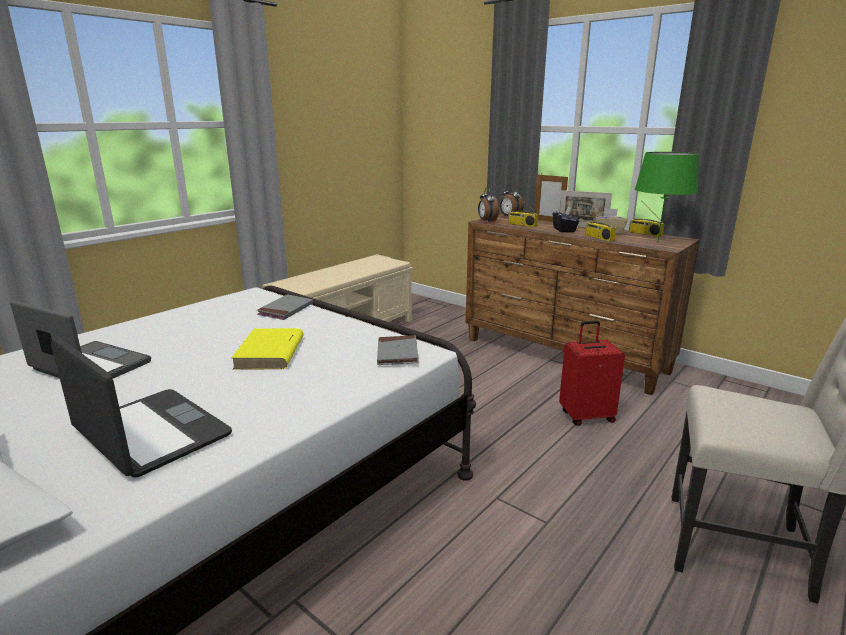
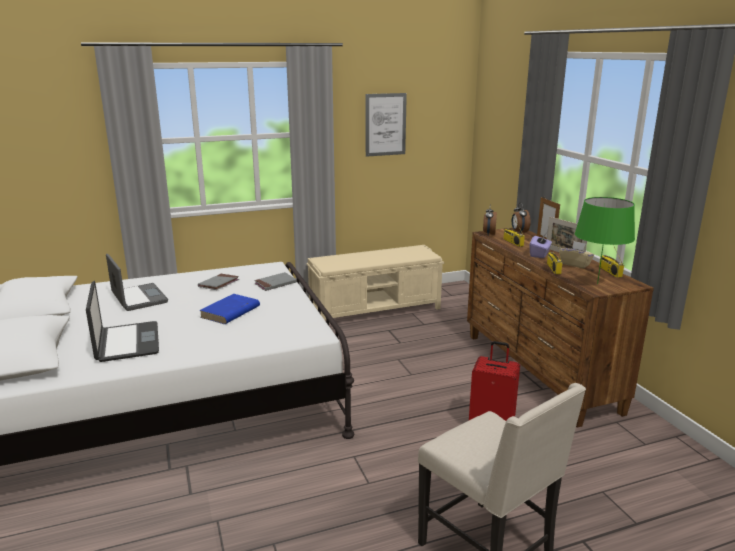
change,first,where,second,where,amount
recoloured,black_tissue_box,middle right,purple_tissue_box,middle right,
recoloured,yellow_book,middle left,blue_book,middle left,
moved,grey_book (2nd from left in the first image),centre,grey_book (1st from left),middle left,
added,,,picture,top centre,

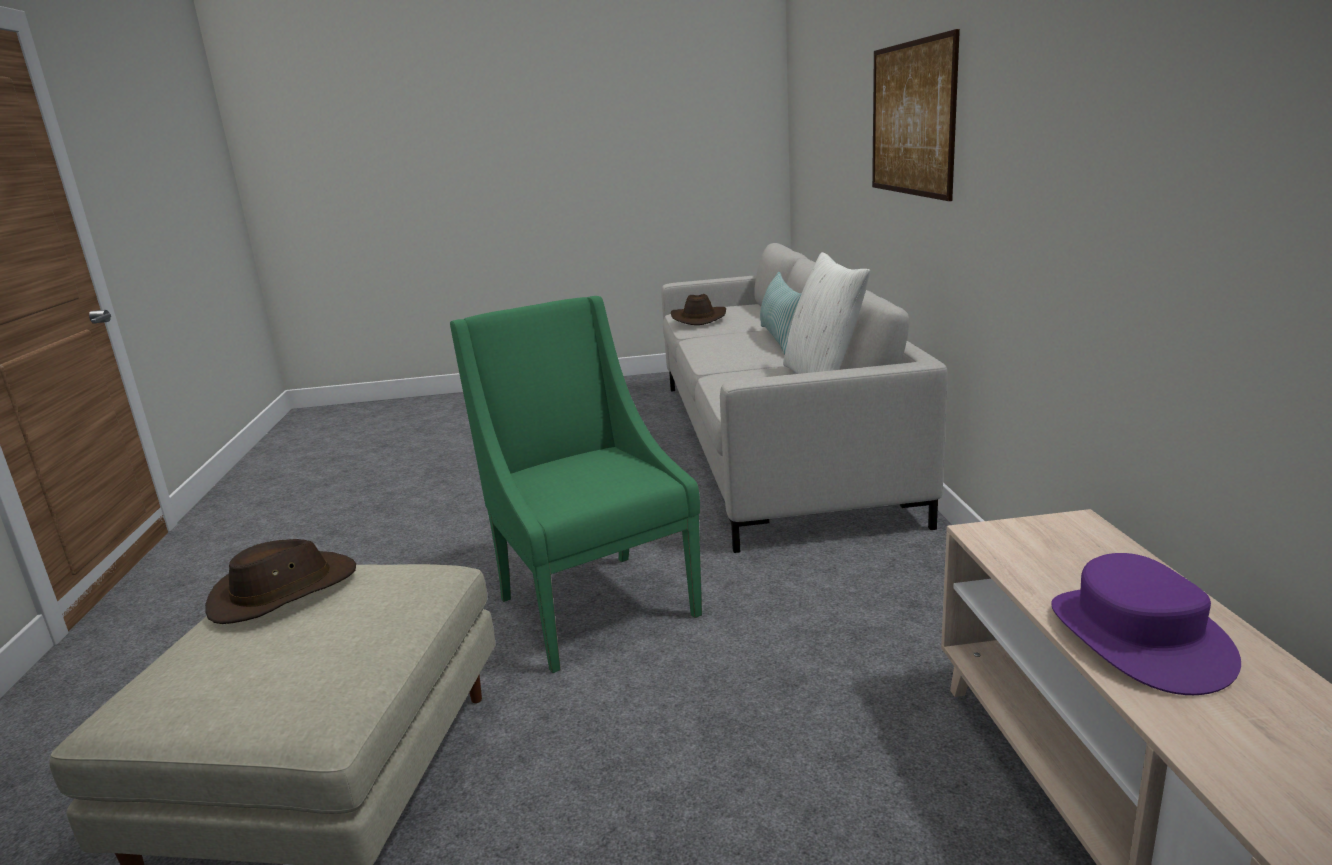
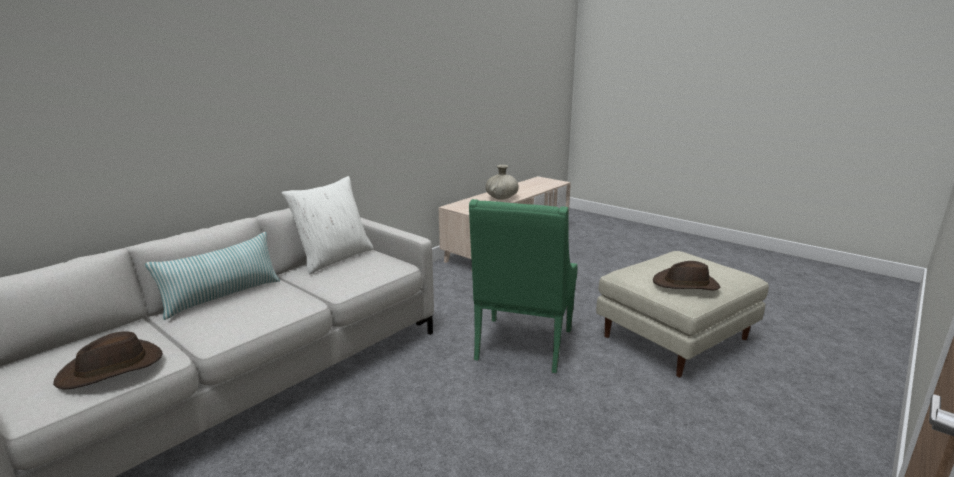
change,first,where,second,where,amount
removed,picture,top right,,,
replaced,purple_hat,bottom right,beige_vase,centre,

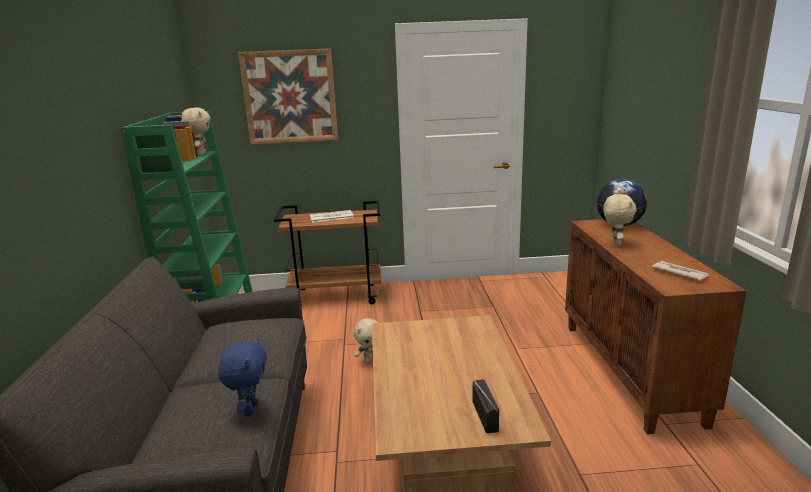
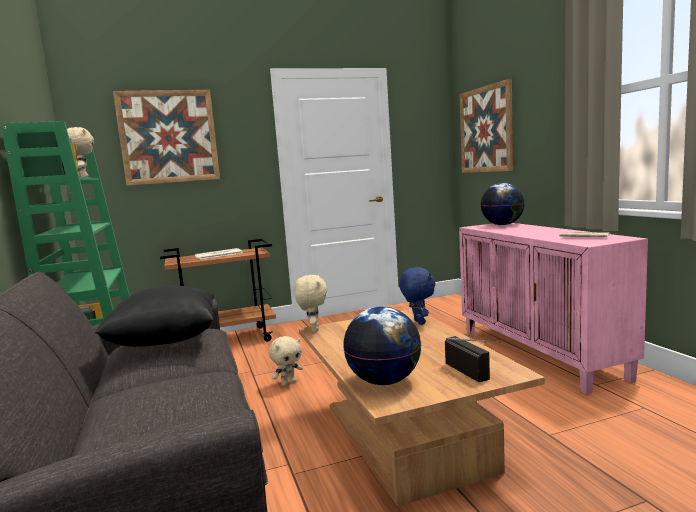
change,first,where,second,where,amount
moved,beige_plush_toy (3rd from left),middle right,,centre,
recoloured,brown_cabinet,middle right,pink_cabinet,middle right,
moved,blue_plush_toy,bottom left,,centre,
added,,,picture (2nd from left),top right,
added,,,black_pillow,middle left,
added,,,globe (1st from left),bottom centre,

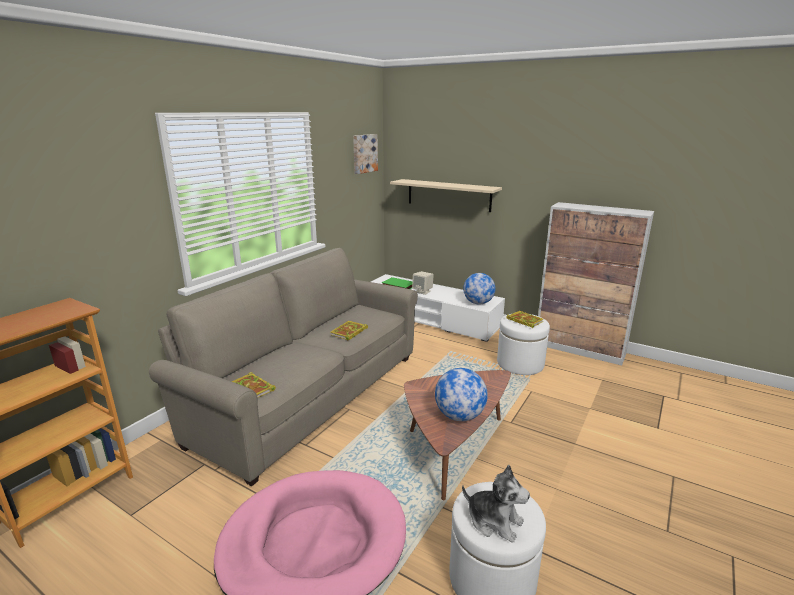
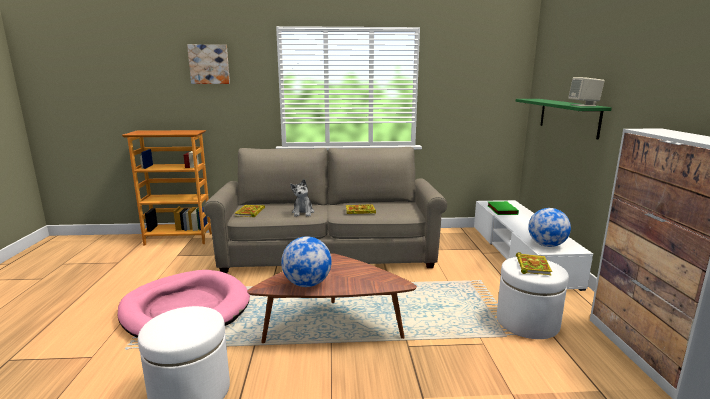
change,first,where,second,where,amount
moved,picture,top centre,,top left,
recoloured,beige_shelf,top centre,green_shelf,top right,
moved,beige_speaker,centre,,top right,
moved,plush_toy,bottom centre,,centre,

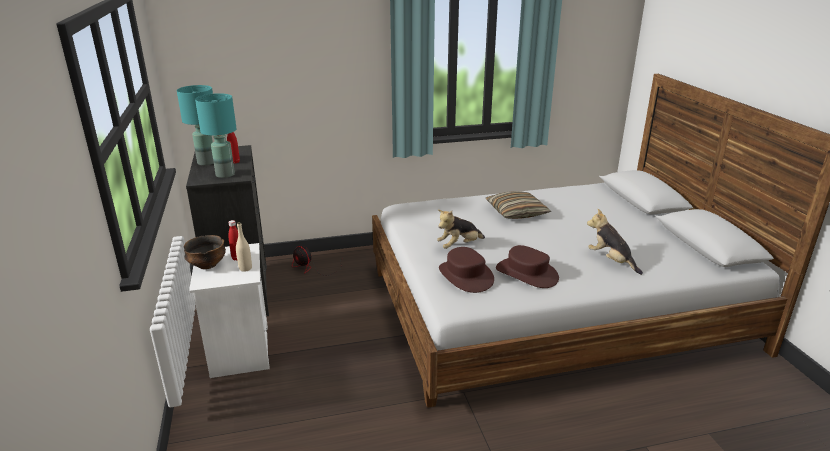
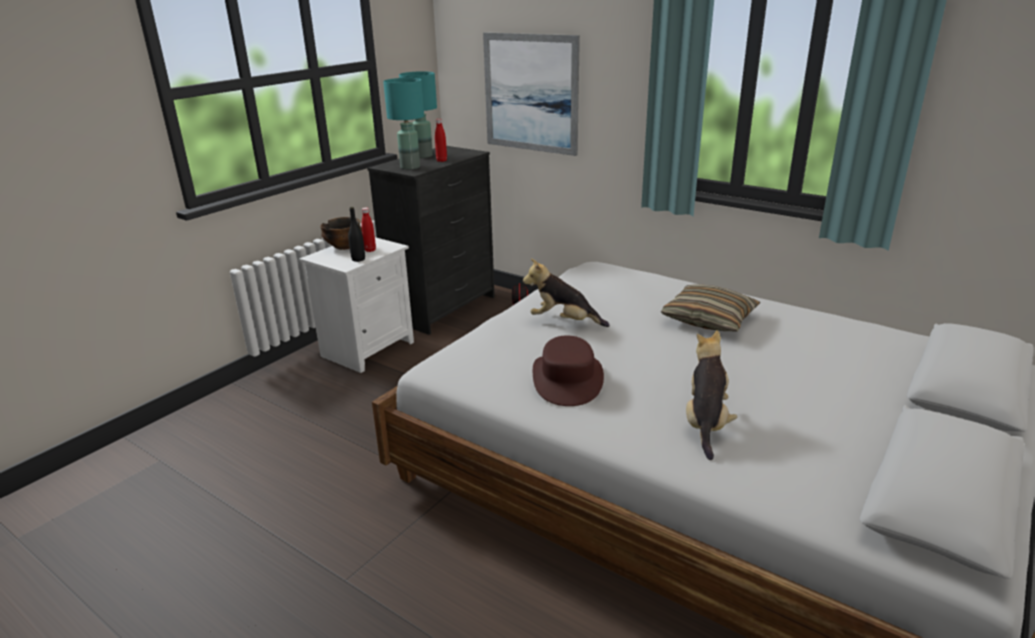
change,first,where,second,where,amount
recoloured,beige_bottle,middle left,black_bottle,centre,
removed,brown_hat (1st from left),centre,,,
added,,,picture,top centre,

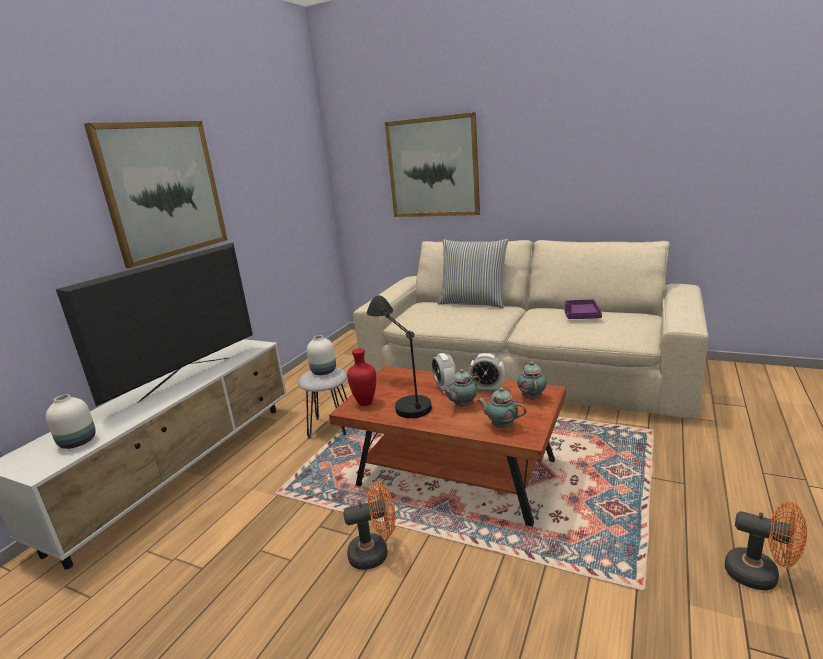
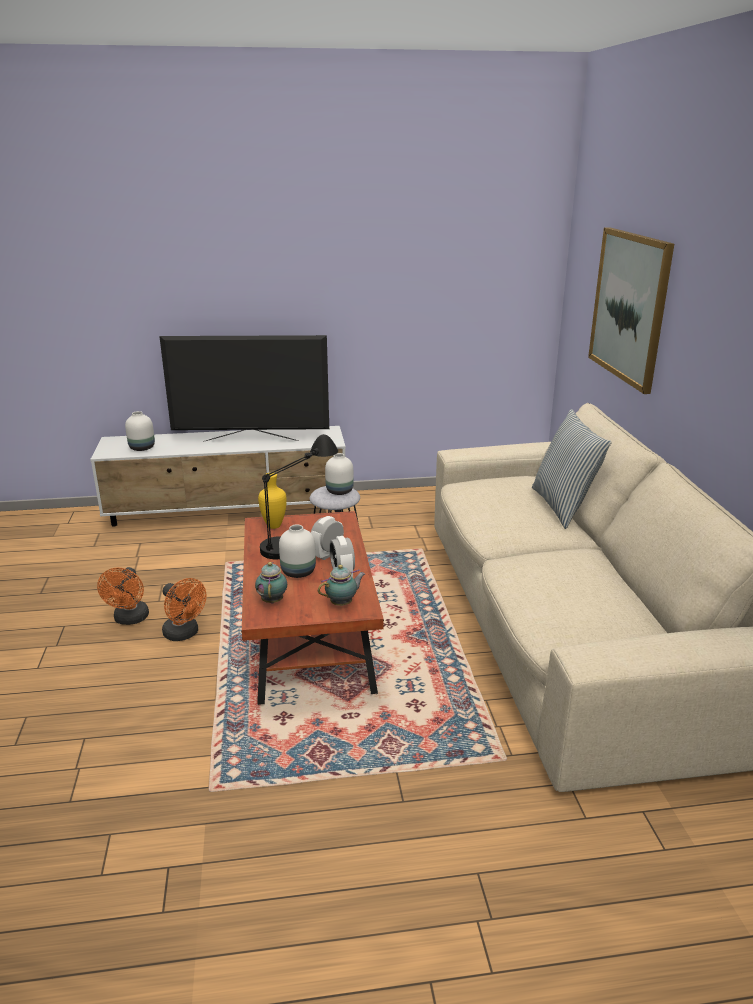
change,first,where,second,where,amount
removed,picture (1st from left),top left,,,
removed,purple_tray,middle right,,,
recoloured,red_vase,centre,yellow_vase,centre,
replaced,teapot (1st from left),centre,white_vase (2nd from left),centre,
moved,orange_fan (2nd from left in the first image),bottom right,orange_fan (1st from left),middle left,

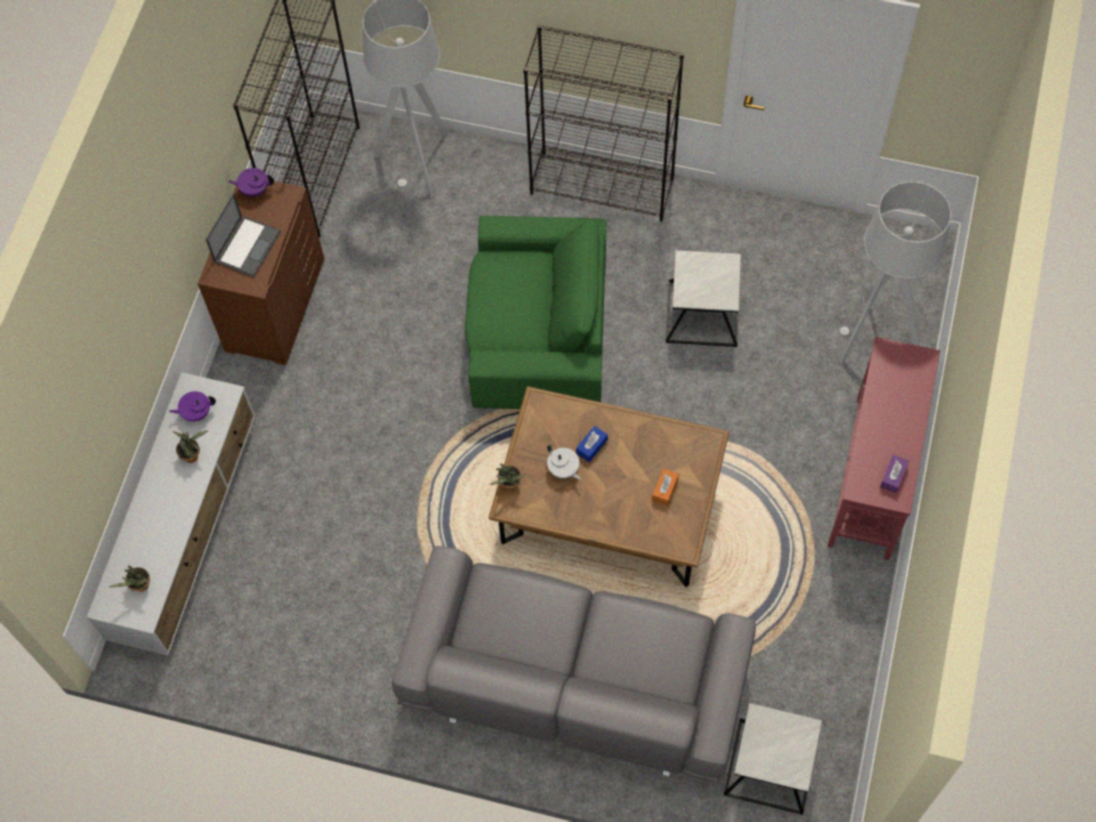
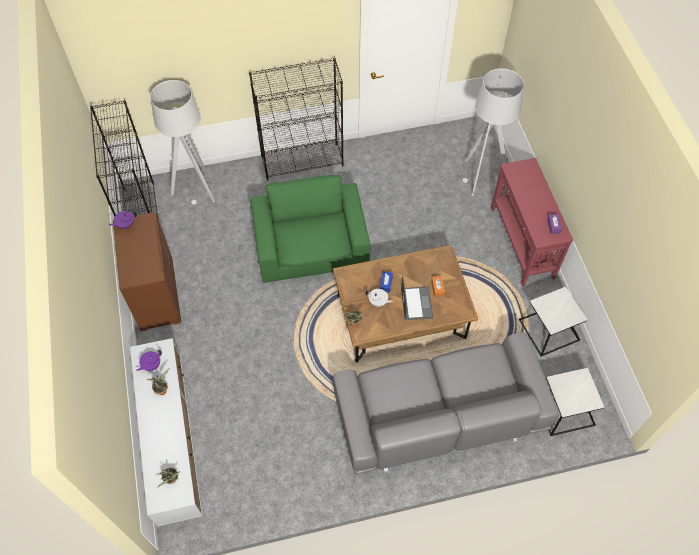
change,first,where,second,where,amount
moved,laptop,top left,,centre,
turned,green_armchair,centre,,centre,75 degrees counterclockwise
moved,side_table (1st from left),centre,,middle right,

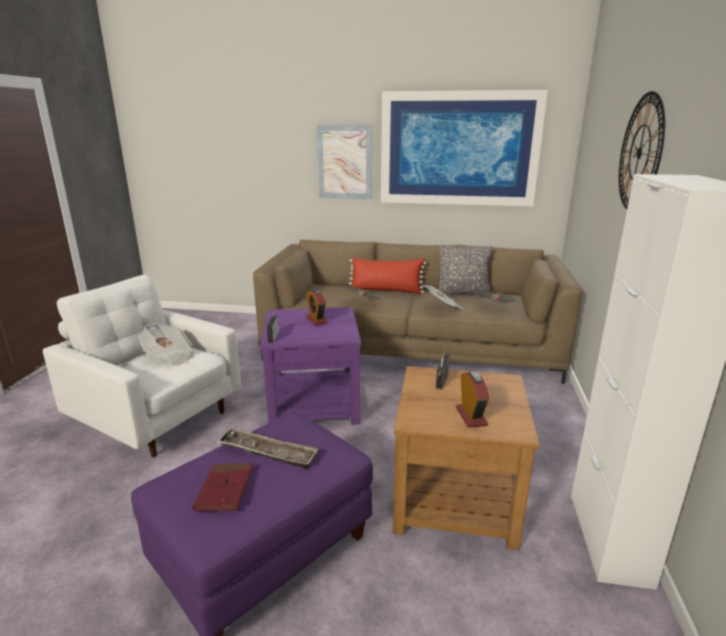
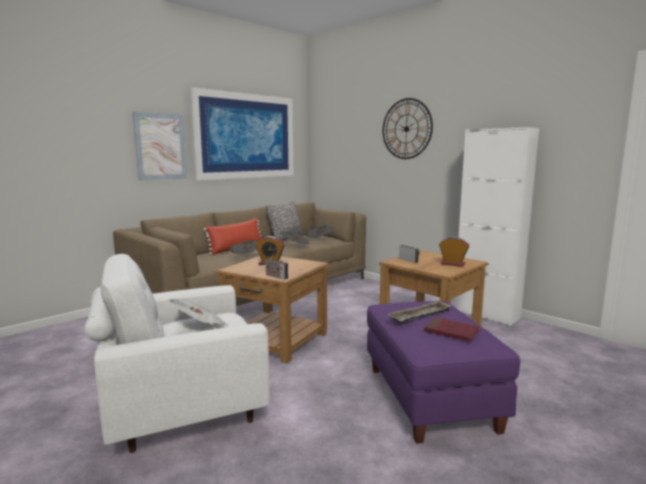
change,first,where,second,where,amount
recoloured,purple_side_table,centre,brown_side_table (1st from left),centre,

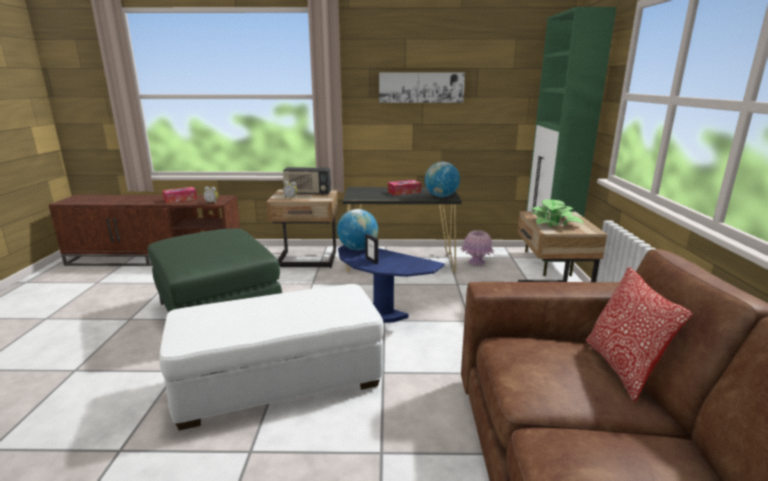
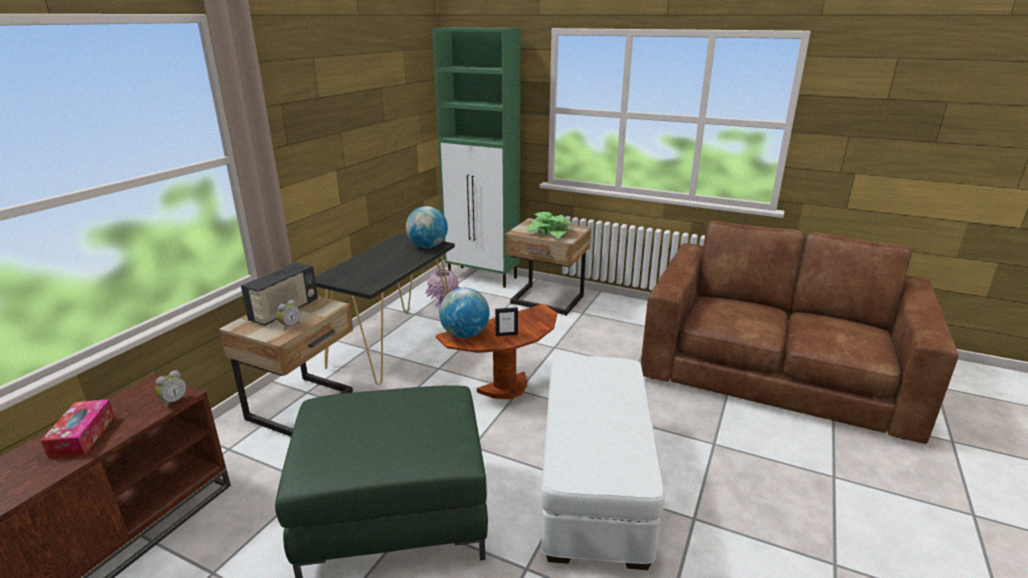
change,first,where,second,where,amount
removed,picture,top centre,,,
removed,tissue_box (2nd from left),centre,,,
recoloured,blue_side_table,centre,brown_side_table,centre,
removed,pillow,bottom right,,,

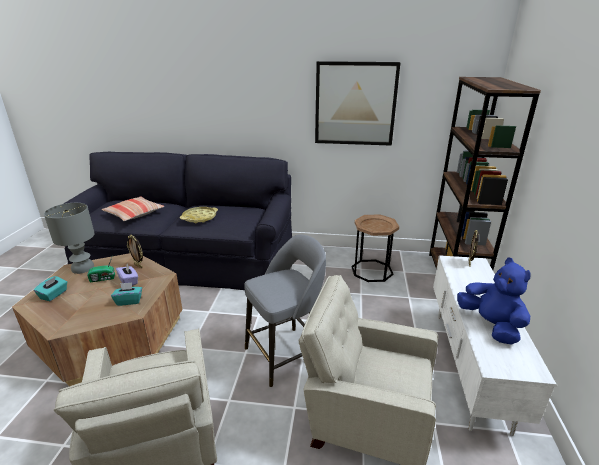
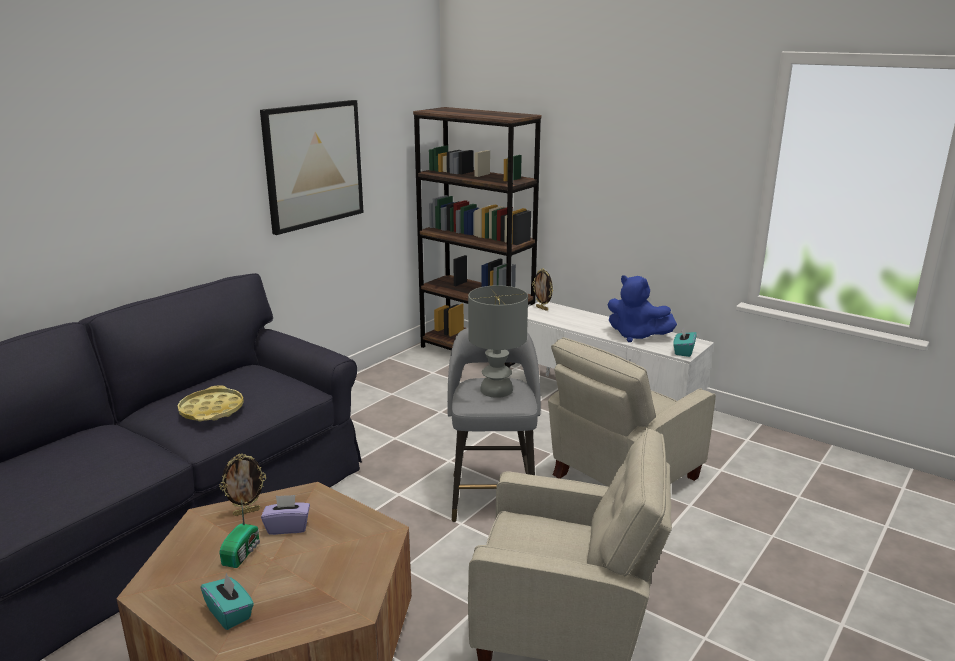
change,first,where,second,where,amount
removed,pillow,middle left,,,
moved,grey_table_lamp,middle left,,centre,
removed,brown_side_table,centre,,,
turned,blue_plush_toy,middle right,,middle right,150 degrees counterclockwise
moved,turquoise_tissue_box (2nd from left),middle left,,middle right,

